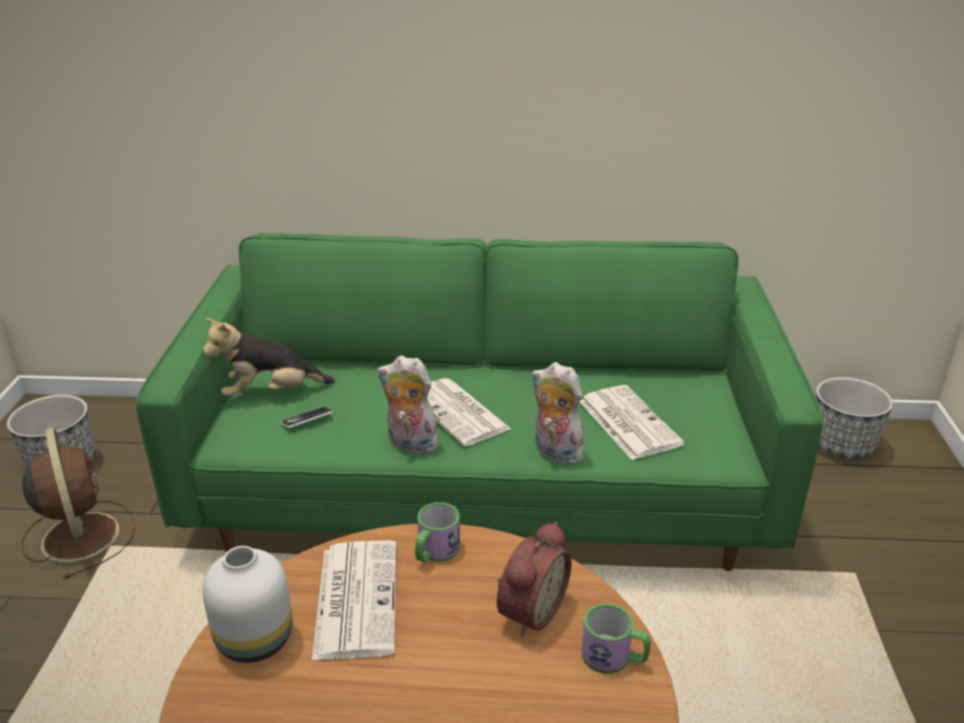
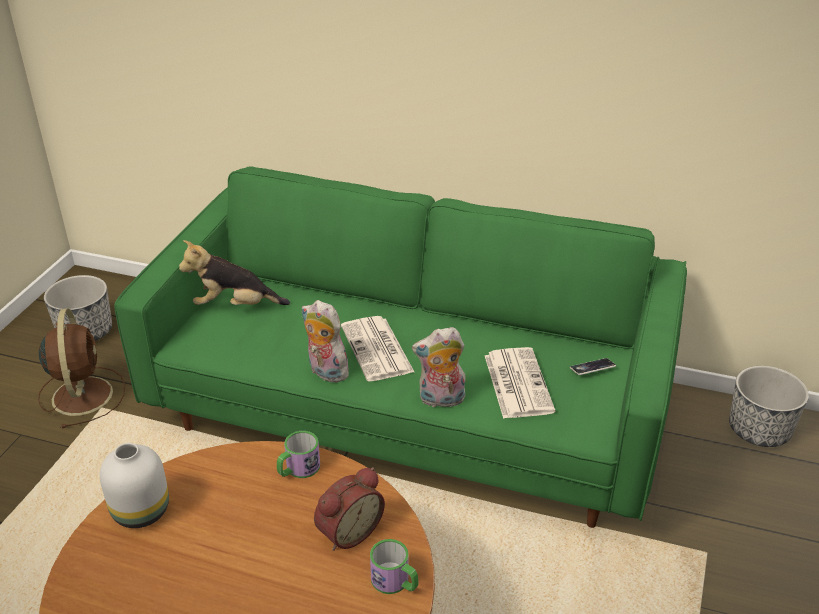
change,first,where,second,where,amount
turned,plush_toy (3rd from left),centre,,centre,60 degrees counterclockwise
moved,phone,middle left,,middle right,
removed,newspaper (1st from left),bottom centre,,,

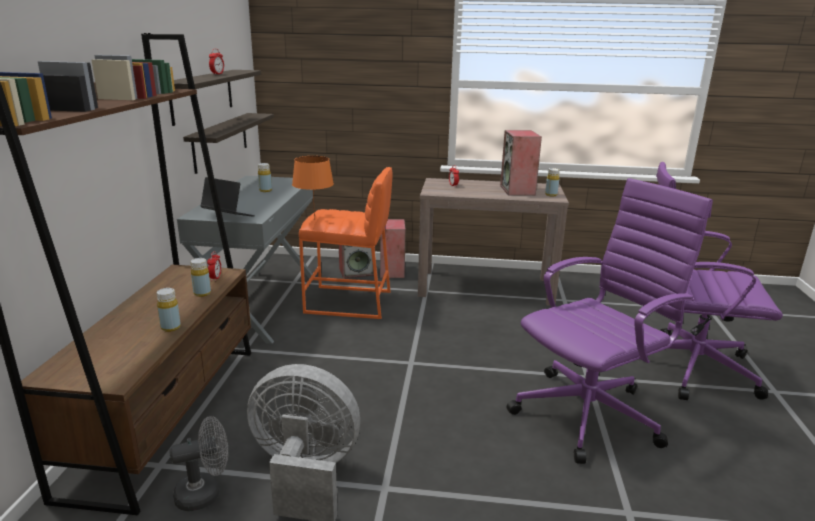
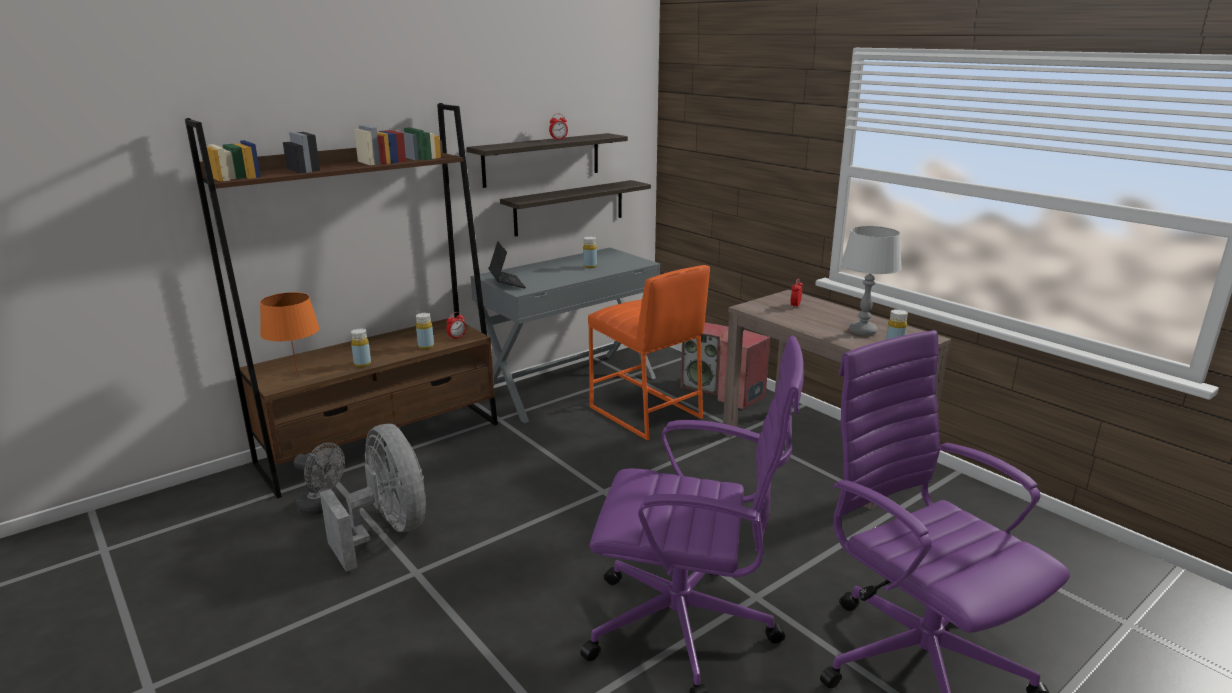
change,first,where,second,where,amount
replaced,speaker (3rd from left),top centre,grey_table_lamp,middle right,
moved,orange_table_lamp,centre,,middle left,

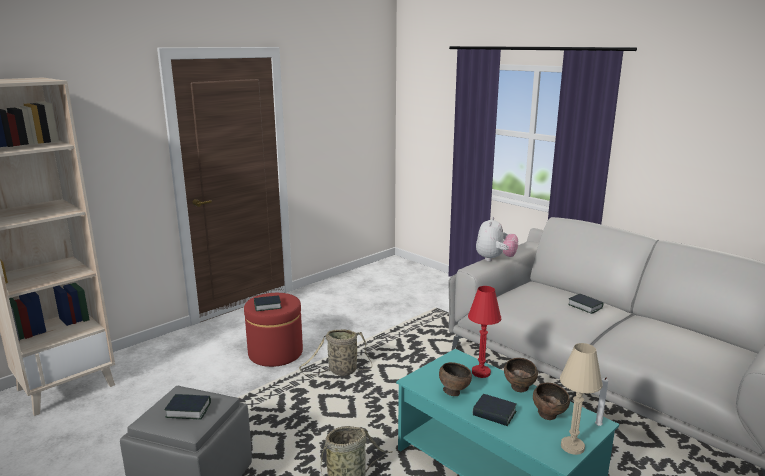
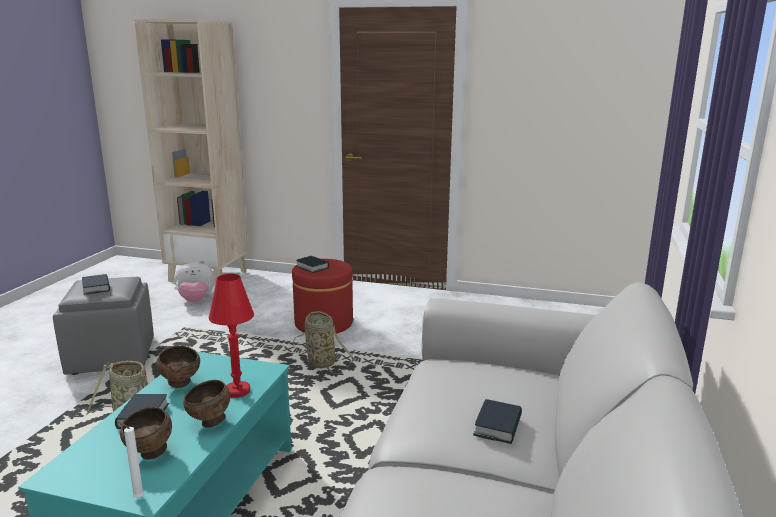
change,first,where,second,where,amount
moved,plush_toy,centre,,middle left,
removed,beige_table_lamp,bottom right,,,

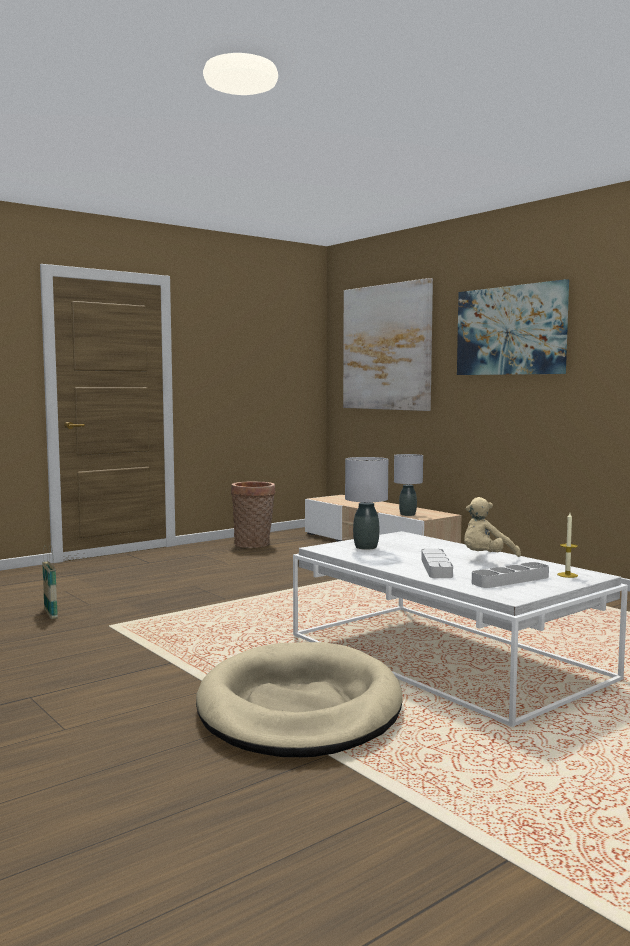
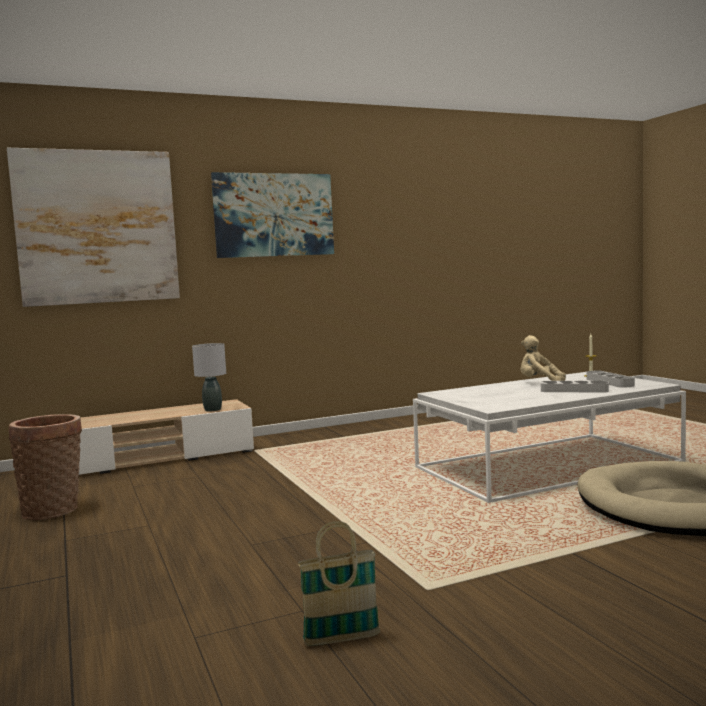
change,first,where,second,where,amount
removed,grey_table_lamp (1st from left),centre,,,
turned,beige_plush_toy,middle right,,middle right,135 degrees clockwise

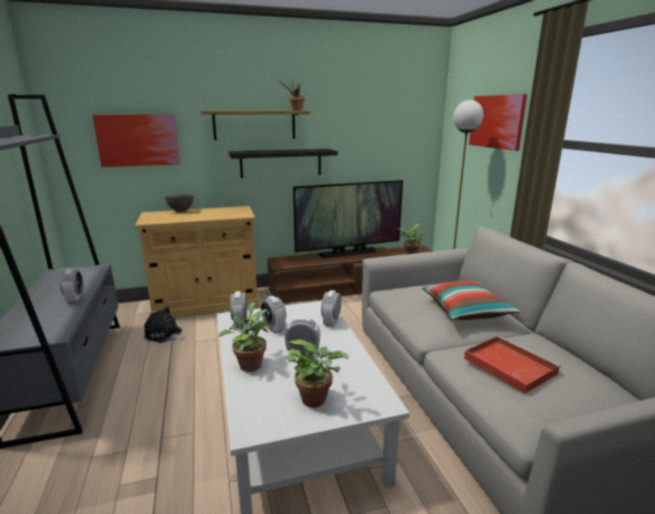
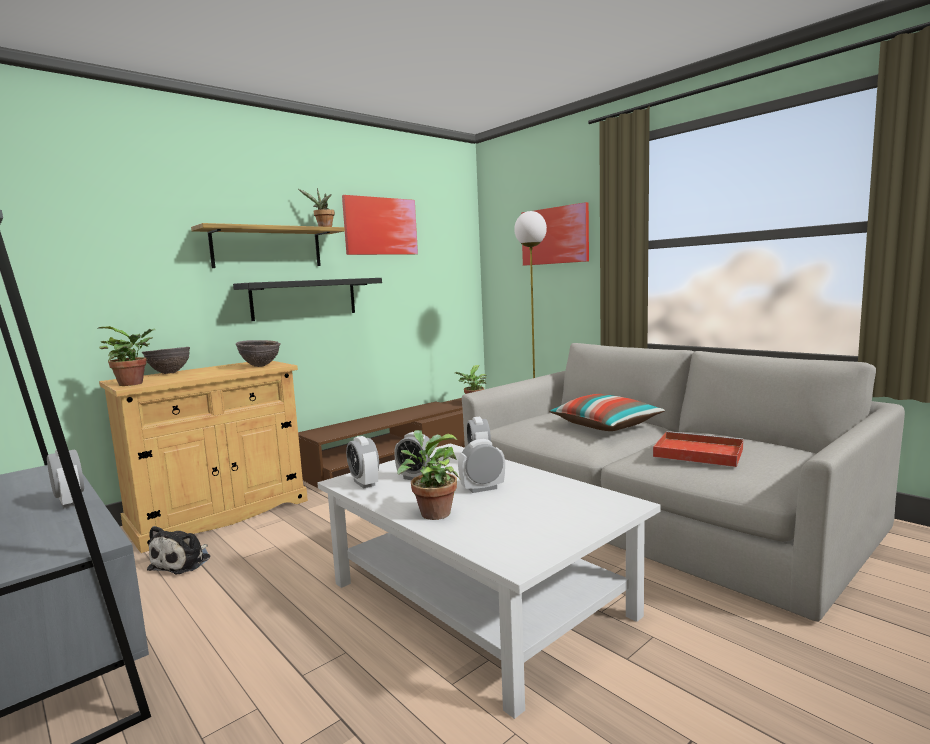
change,first,where,second,where,amount
moved,picture (1st from left),top left,,top centre,
removed,television,centre,,,
turned,plush_toy,middle left,,bottom left,75 degrees counterclockwise
moved,potted_plant (3rd from left in the first image),bottom centre,potted_plant (1st from left),middle left,
added,,,brown_bowl (2nd from left),middle left,

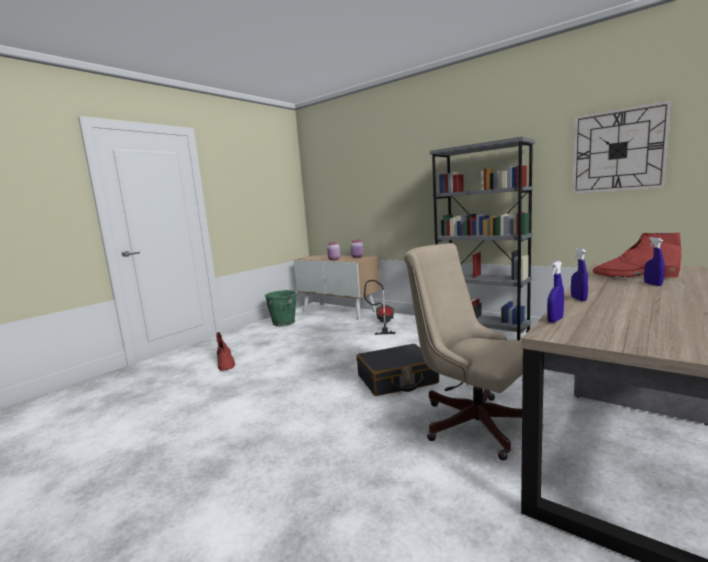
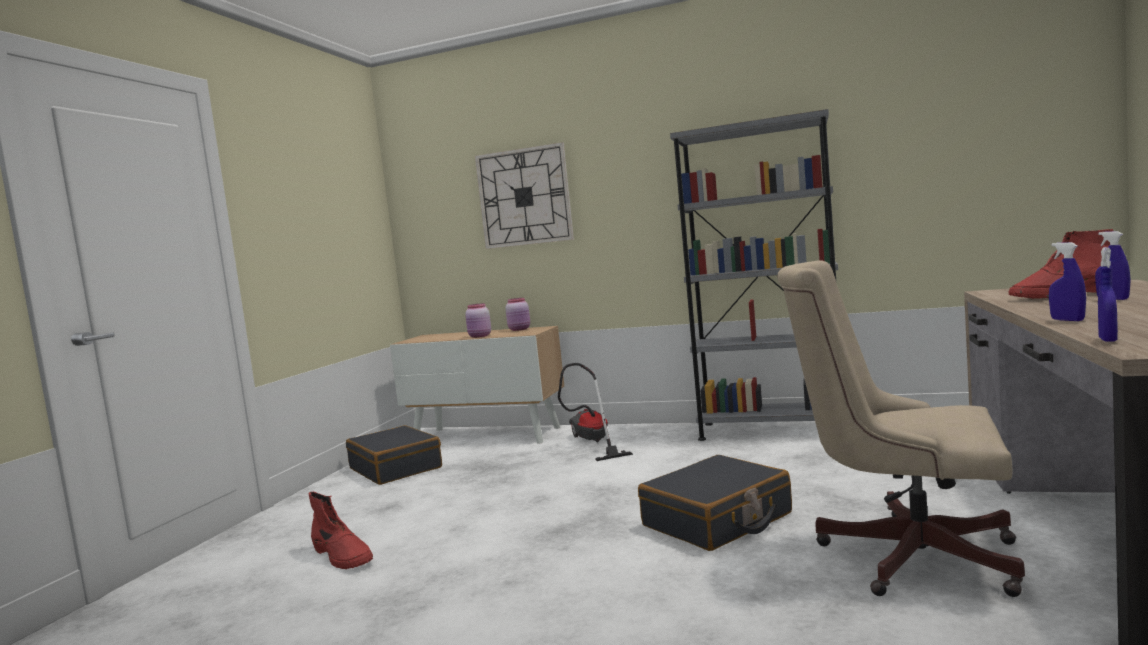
change,first,where,second,where,amount
moved,wall_clock,top right,,top centre,
replaced,green_bucket,centre,black_suitcase (1st from left),bottom centre,

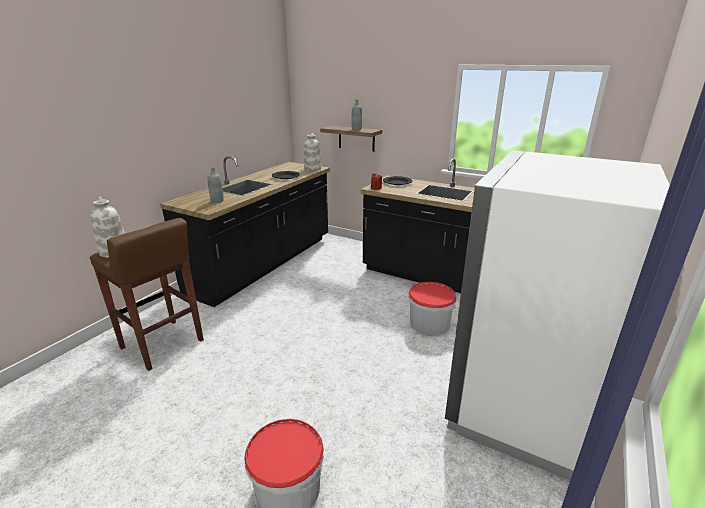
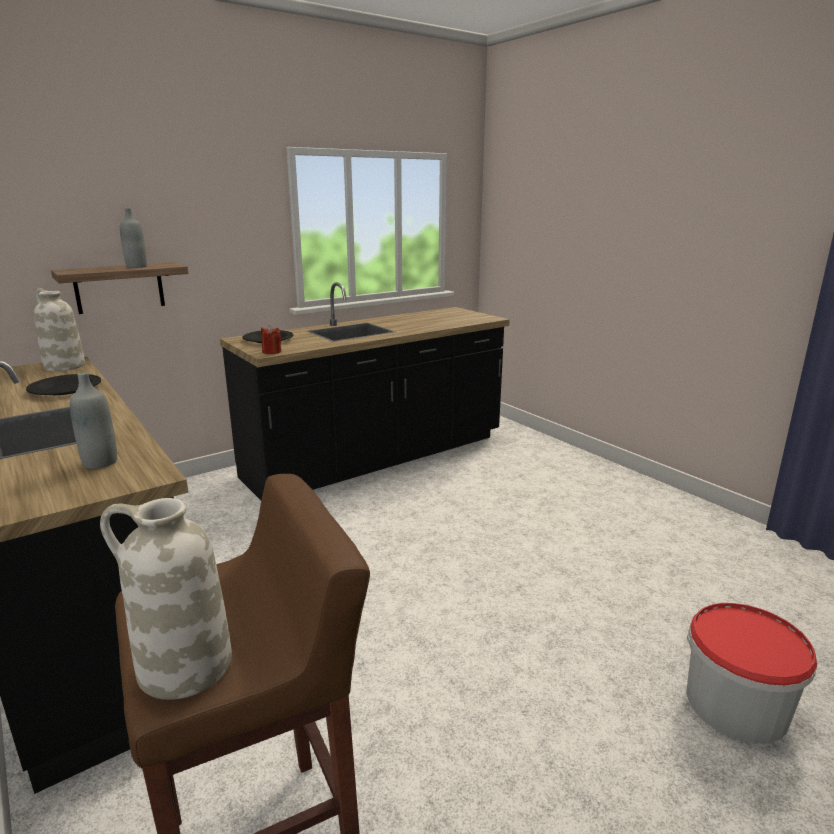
change,first,where,second,where,amount
removed,white_fridge,middle right,,,
removed,bucket (2nd from left),centre,,,

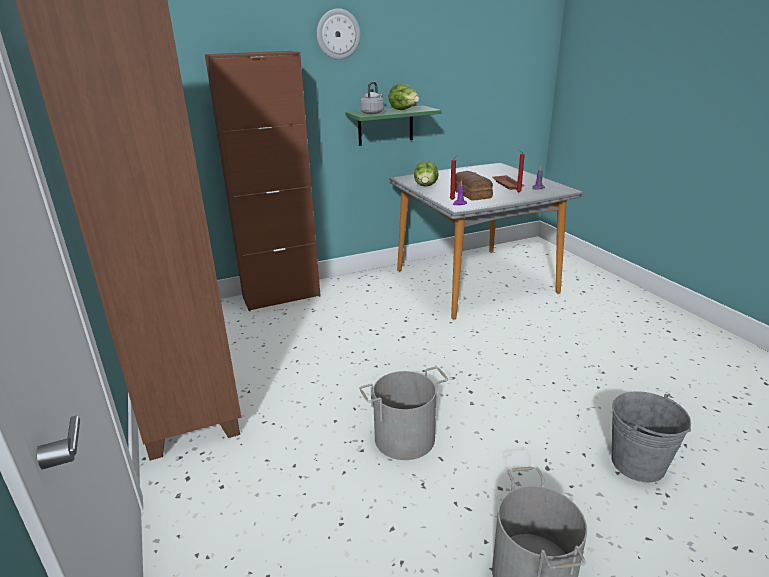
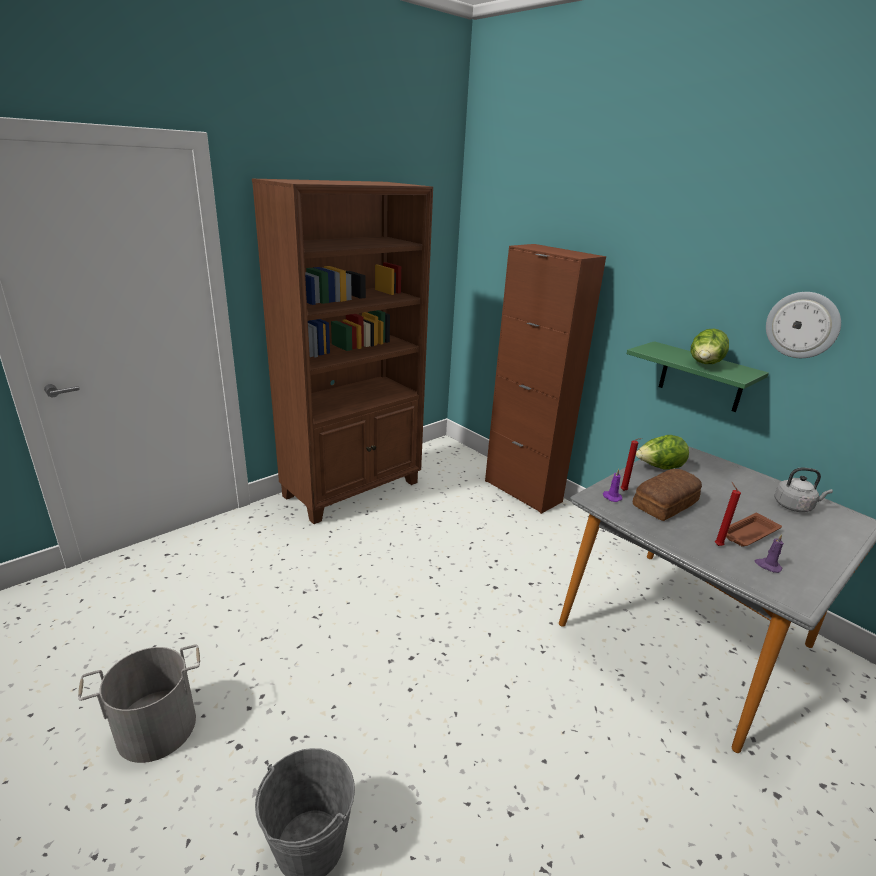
change,first,where,second,where,amount
moved,wall_clock,top centre,,middle right,
moved,grey_kettle,top centre,,middle right,
removed,grey_bucket (1st from left),bottom centre,,,

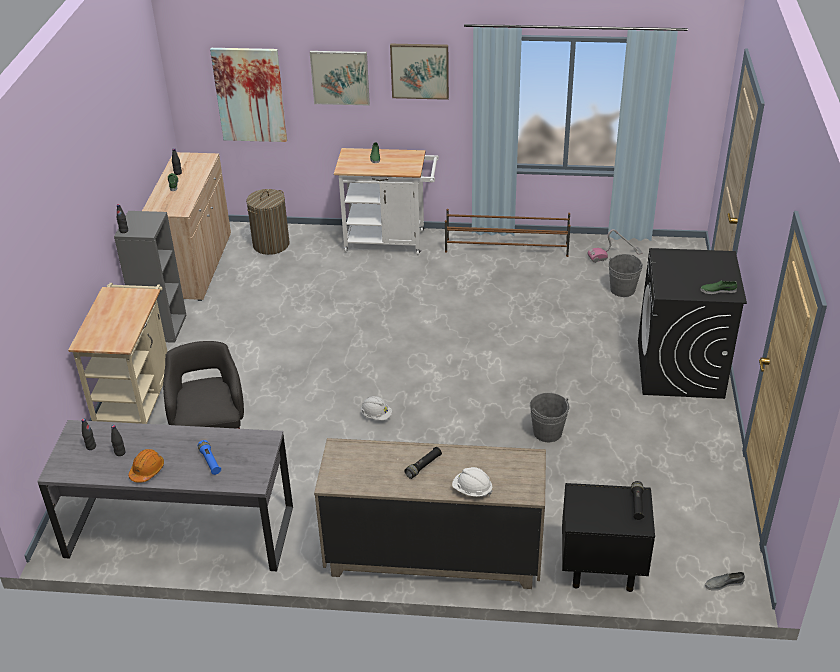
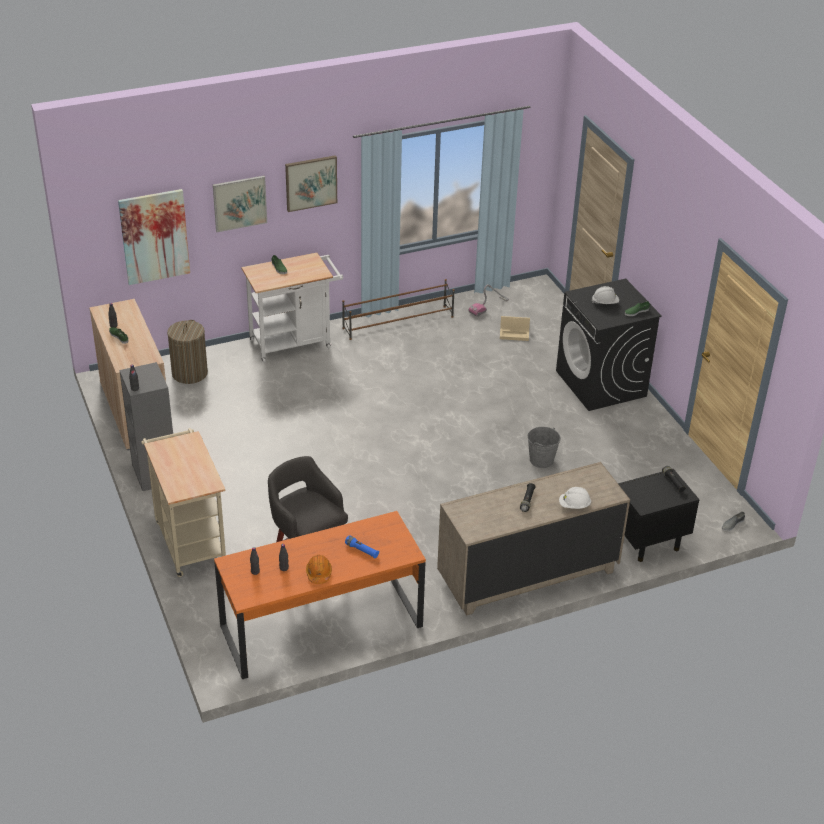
change,first,where,second,where,amount
replaced,grey_bucket (2nd from left),middle right,beige_storage_box,centre,
moved,white_hard_hat (1st from left in the first image),centre,white_hard_hat (2nd from left),middle right,
recoloured,grey_desk,bottom left,orange_desk,bottom centre,

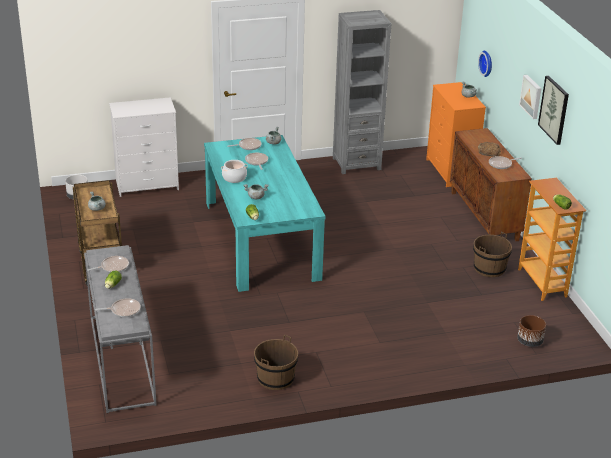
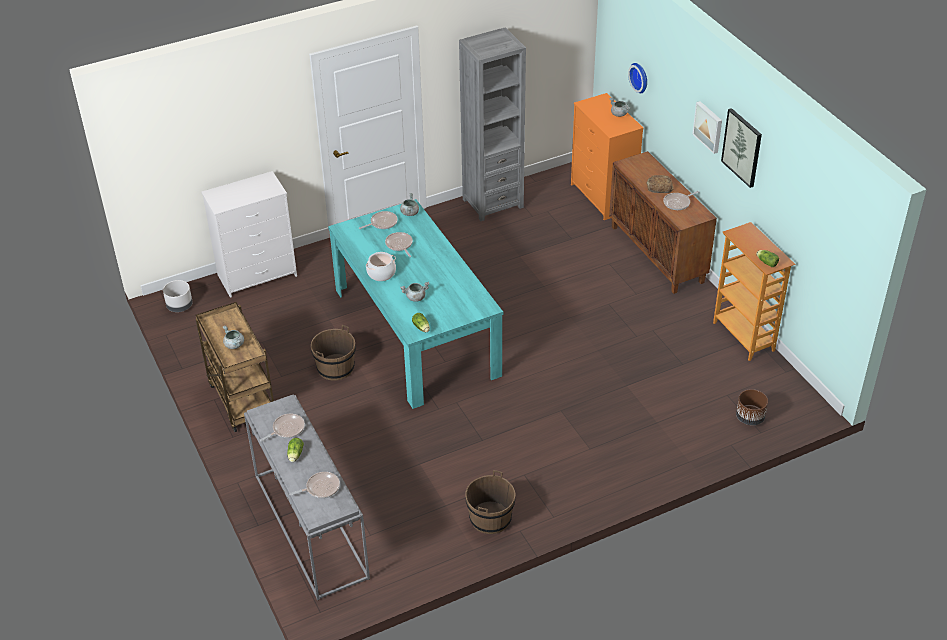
change,first,where,second,where,amount
moved,brown_bucket (2nd from left in the first image),middle right,brown_bucket (1st from left),centre,

